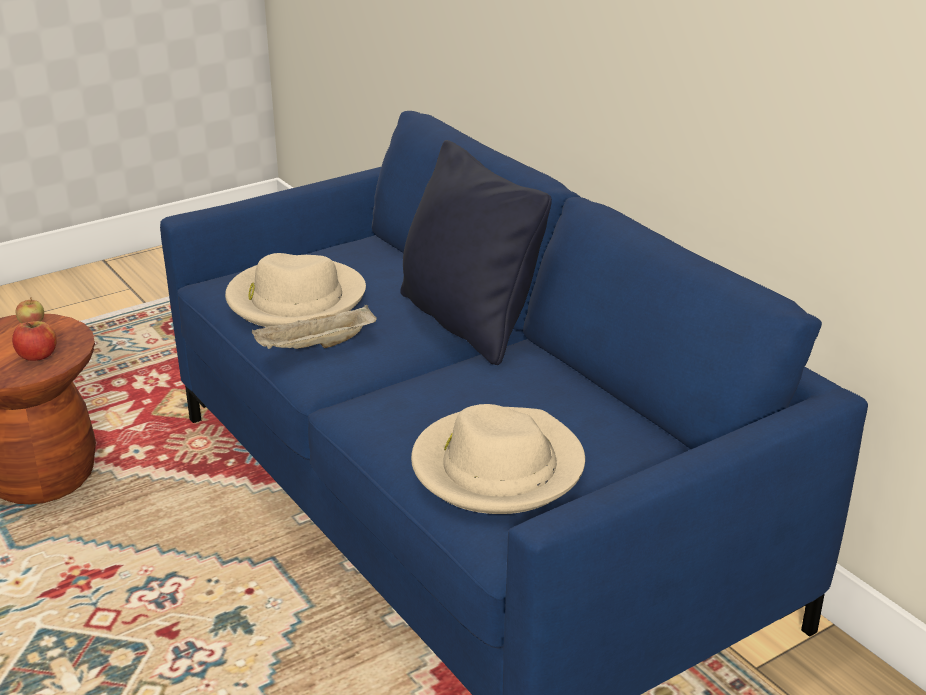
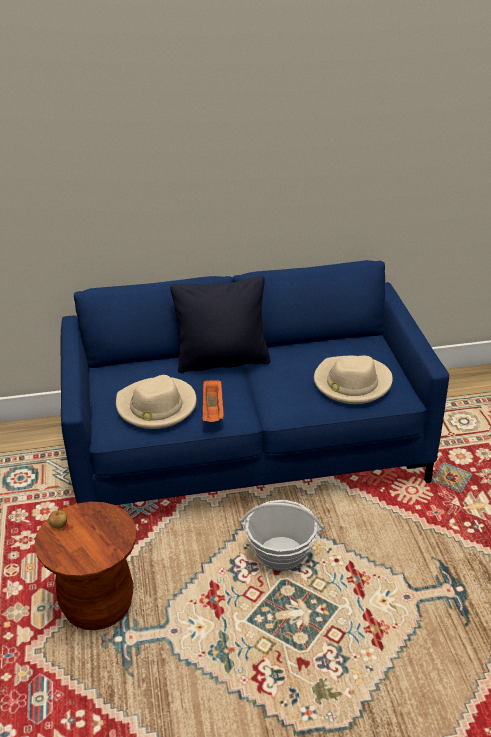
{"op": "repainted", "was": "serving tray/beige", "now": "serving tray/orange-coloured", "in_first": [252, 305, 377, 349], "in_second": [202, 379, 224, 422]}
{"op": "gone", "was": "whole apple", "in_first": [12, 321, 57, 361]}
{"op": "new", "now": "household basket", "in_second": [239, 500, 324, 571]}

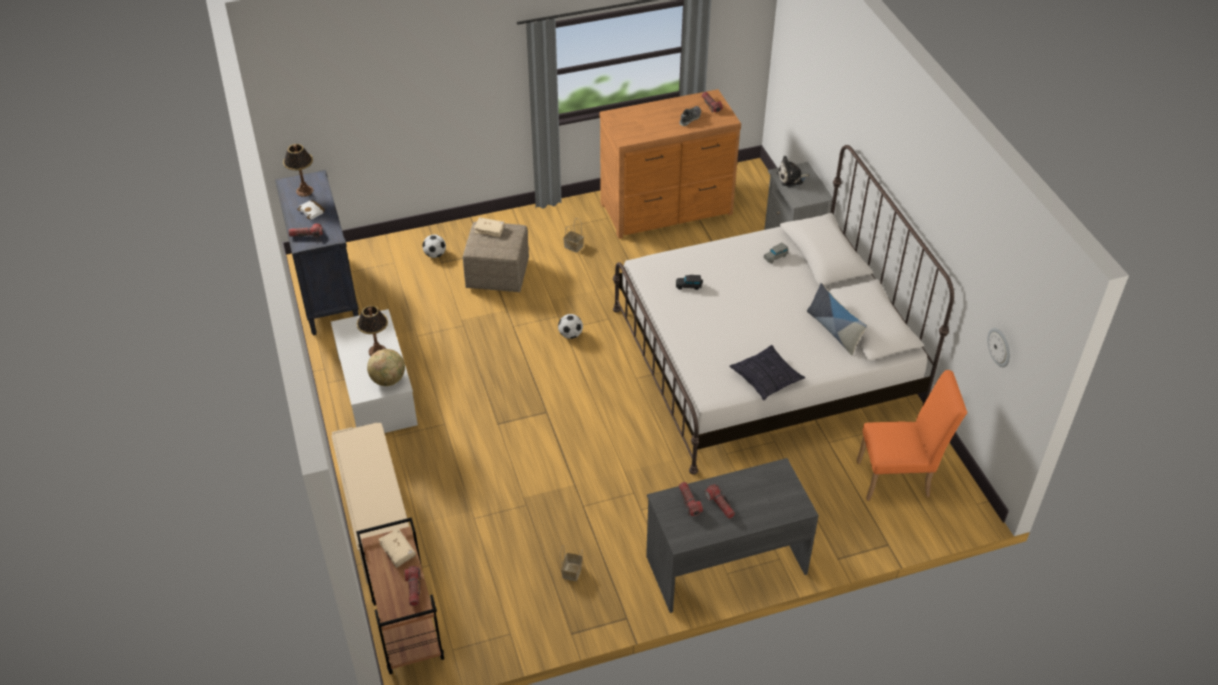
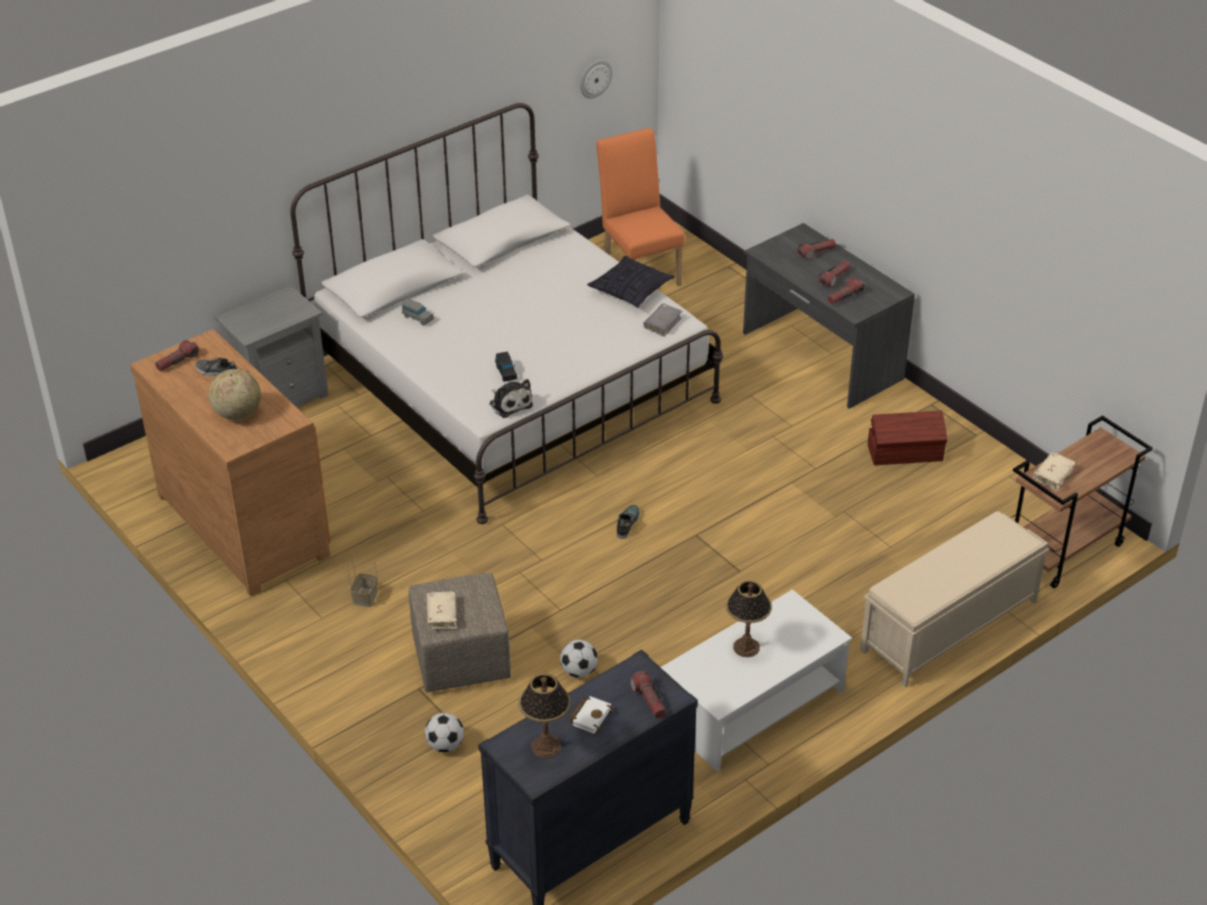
{"op": "shifted", "was": "cuddly toy", "in_first": [777, 156, 810, 187], "in_second": [489, 379, 533, 418]}
{"op": "gone", "was": "pillow", "in_first": [807, 283, 867, 355]}
{"op": "shifted", "was": "football ball", "in_first": [558, 314, 583, 339], "in_second": [560, 640, 598, 677]}
{"op": "shifted", "was": "desk globe", "in_first": [367, 349, 405, 386], "in_second": [209, 369, 261, 420]}
{"op": "swapped", "was": "household basket", "now": "storage bin/brownish", "in_first": [560, 545, 583, 581], "in_second": [868, 411, 948, 465]}
{"op": "shifted", "was": "hand torch", "in_first": [404, 566, 421, 606], "in_second": [797, 239, 836, 260]}
{"op": "new", "now": "bound book/gray", "in_second": [643, 304, 683, 337]}
{"op": "new", "now": "shoe", "in_second": [617, 505, 640, 539]}

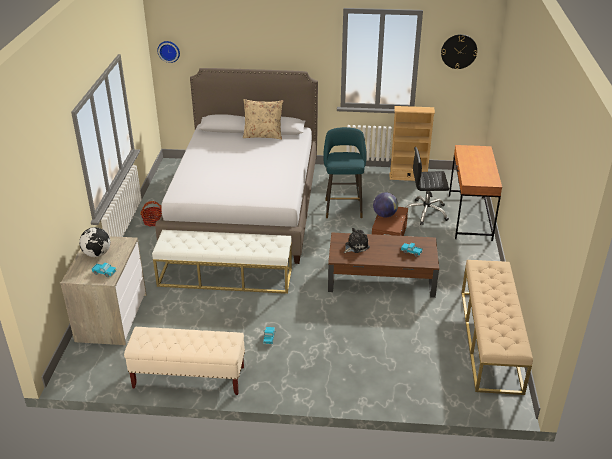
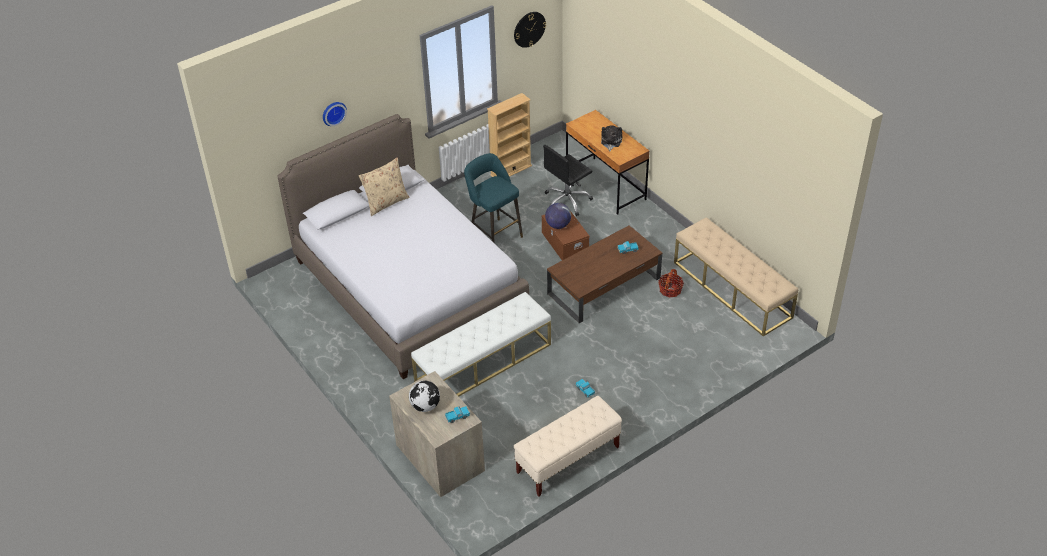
{"op": "shifted", "was": "wall clock", "in_first": [157, 41, 180, 63], "in_second": [323, 102, 347, 126]}
{"op": "shifted", "was": "household basket", "in_first": [140, 201, 162, 226], "in_second": [658, 269, 684, 298]}
{"op": "shifted", "was": "cuddly toy", "in_first": [344, 228, 370, 253], "in_second": [601, 125, 622, 151]}

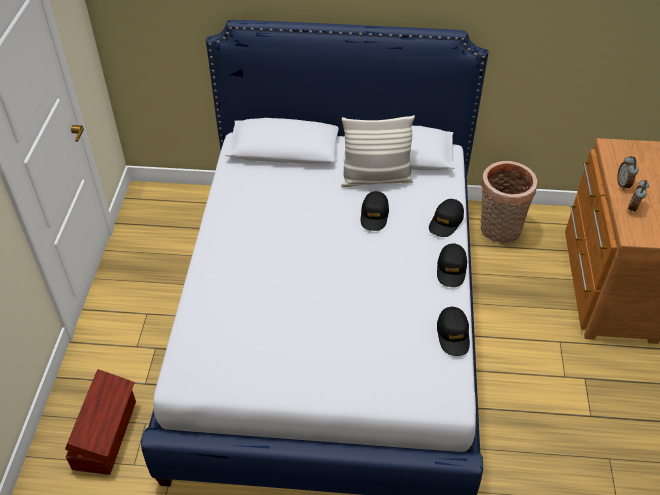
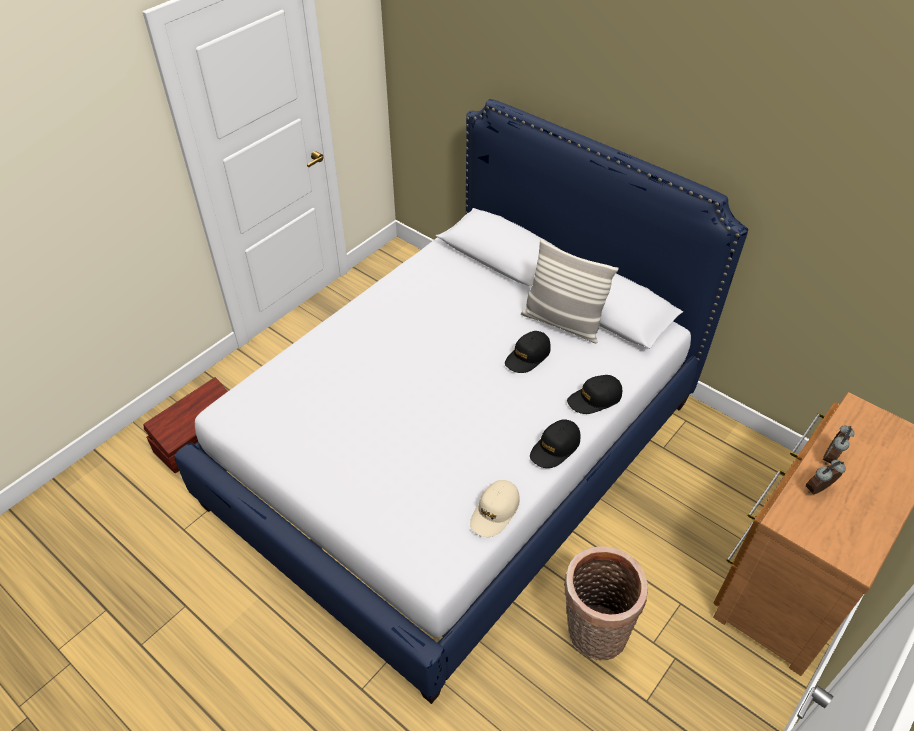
{"op": "shifted", "was": "household basket", "in_first": [480, 161, 537, 244], "in_second": [564, 546, 648, 661]}
{"op": "repainted", "was": "baseball cap/black-coloured", "now": "baseball cap/beige", "in_first": [437, 306, 470, 356], "in_second": [470, 480, 520, 537]}

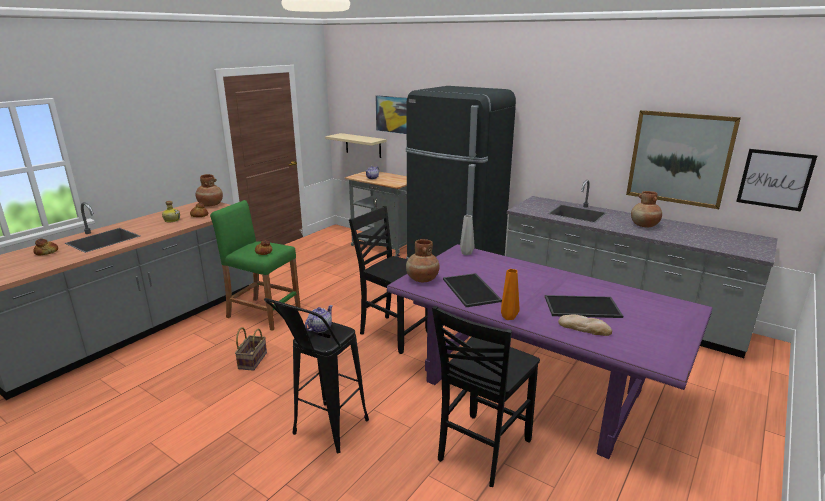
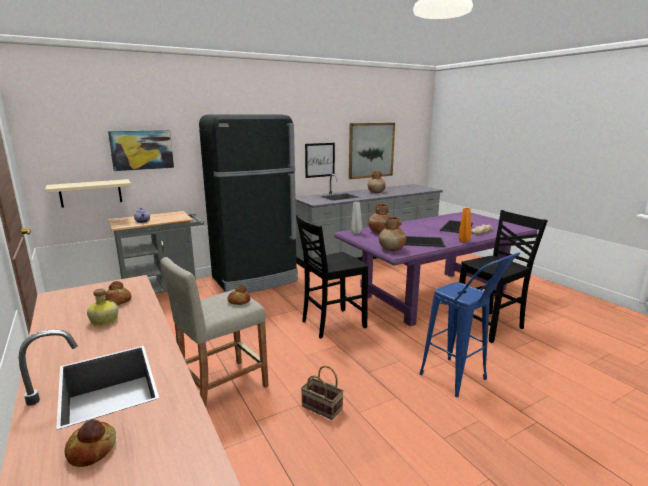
{"op": "shifted", "was": "picture", "in_first": [736, 149, 817, 212], "in_second": [305, 143, 335, 178]}
{"op": "shifted", "was": "vase/brownish", "in_first": [196, 174, 223, 207], "in_second": [368, 204, 390, 234]}
{"op": "repainted", "was": "stool seat/green-coloured", "now": "stool seat/beige", "in_first": [210, 200, 301, 331], "in_second": [161, 257, 268, 407]}
{"op": "repainted", "was": "stool seat/black-coloured", "now": "stool seat/bluish", "in_first": [264, 298, 369, 453], "in_second": [419, 252, 520, 398]}
{"op": "gone", "was": "tea pot", "in_first": [305, 305, 333, 333]}
{"op": "rotated", "was": "plain chair/black-coloured", "in_first": [432, 306, 540, 487], "in_second": [459, 210, 548, 343], "clockwise": -90}

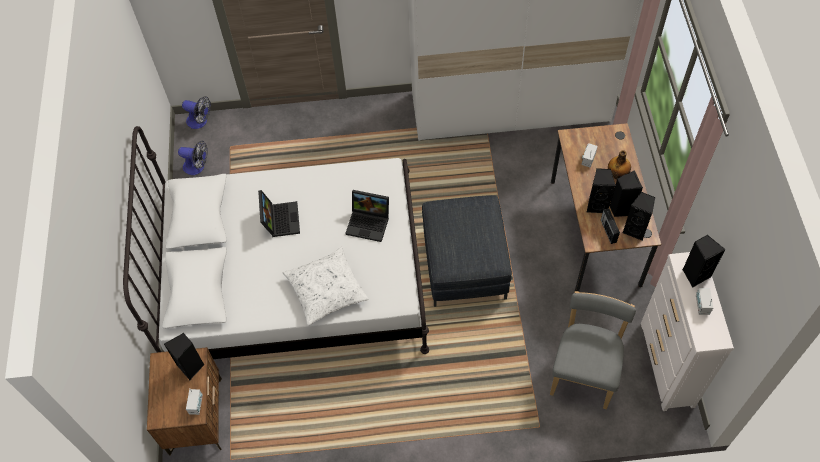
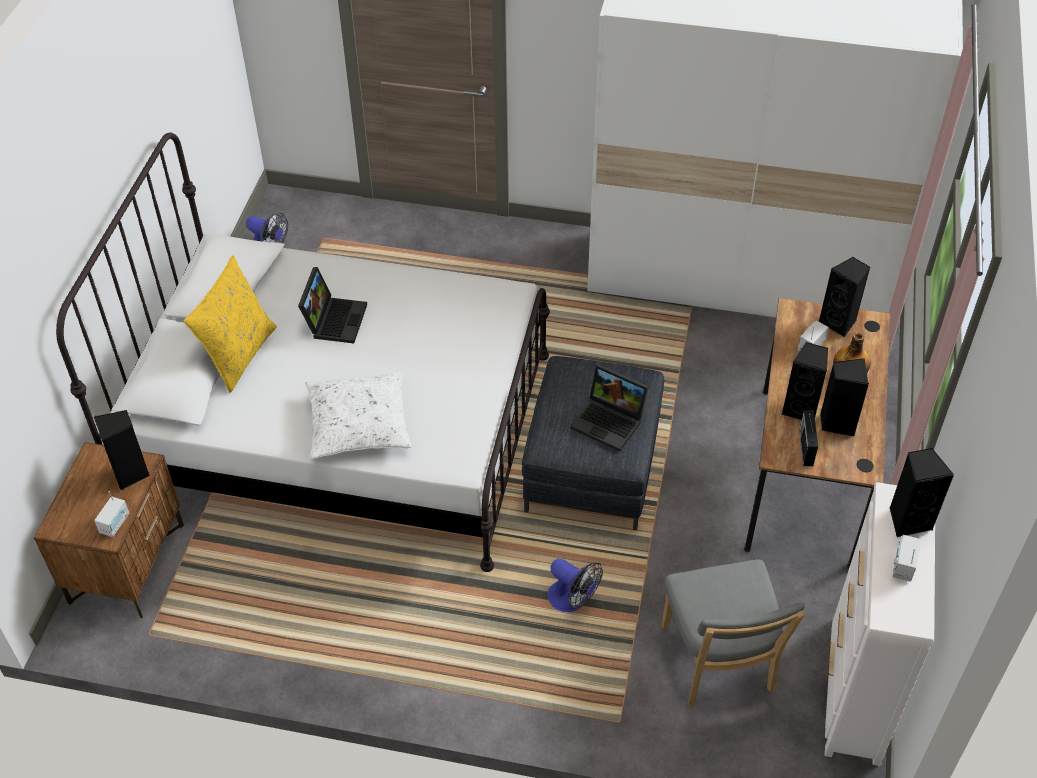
{"op": "shifted", "was": "cooling fan", "in_first": [182, 96, 211, 129], "in_second": [547, 559, 603, 612]}
{"op": "shifted", "was": "portable computer", "in_first": [345, 190, 389, 242], "in_second": [570, 364, 649, 451]}
{"op": "shifted", "was": "loudspeaker/black-coloured", "in_first": [622, 192, 655, 241], "in_second": [819, 257, 870, 337]}
{"op": "rotated", "was": "plain chair/gray", "in_first": [550, 291, 636, 409], "in_second": [662, 560, 805, 707], "clockwise": 135}
{"op": "new", "now": "pillow/yellow", "in_second": [184, 255, 277, 393]}

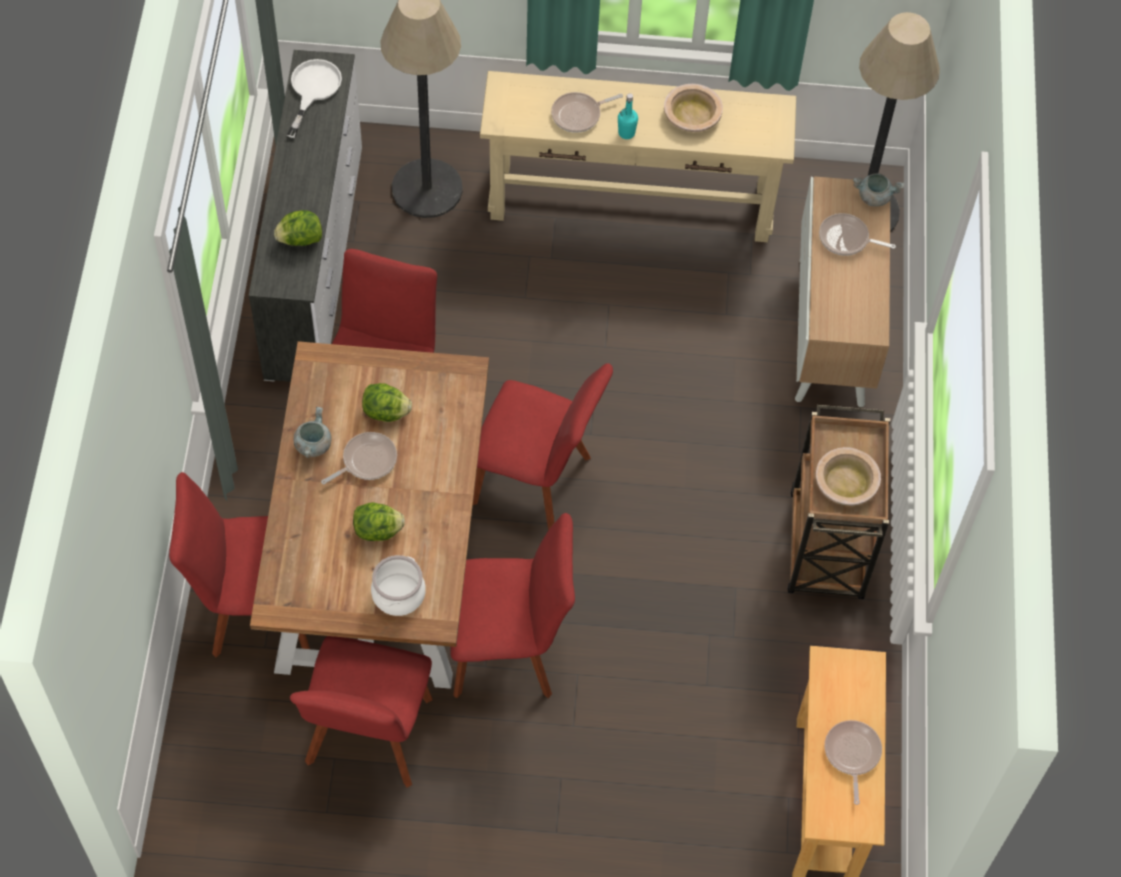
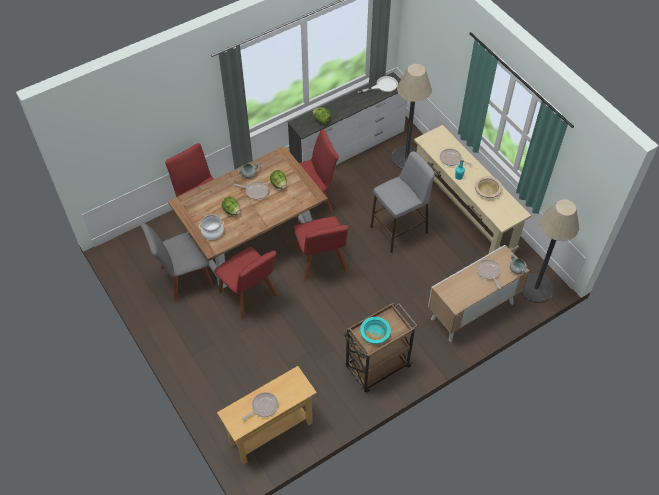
{"op": "repainted", "was": "deep dish/beige", "now": "deep dish/blue-green", "in_first": [815, 447, 881, 506], "in_second": [360, 317, 391, 344]}
{"op": "repainted", "was": "plain chair/red", "now": "plain chair/gray", "in_first": [290, 636, 433, 787], "in_second": [140, 222, 213, 302]}
{"op": "new", "now": "stool seat/gray", "in_second": [371, 151, 435, 253]}

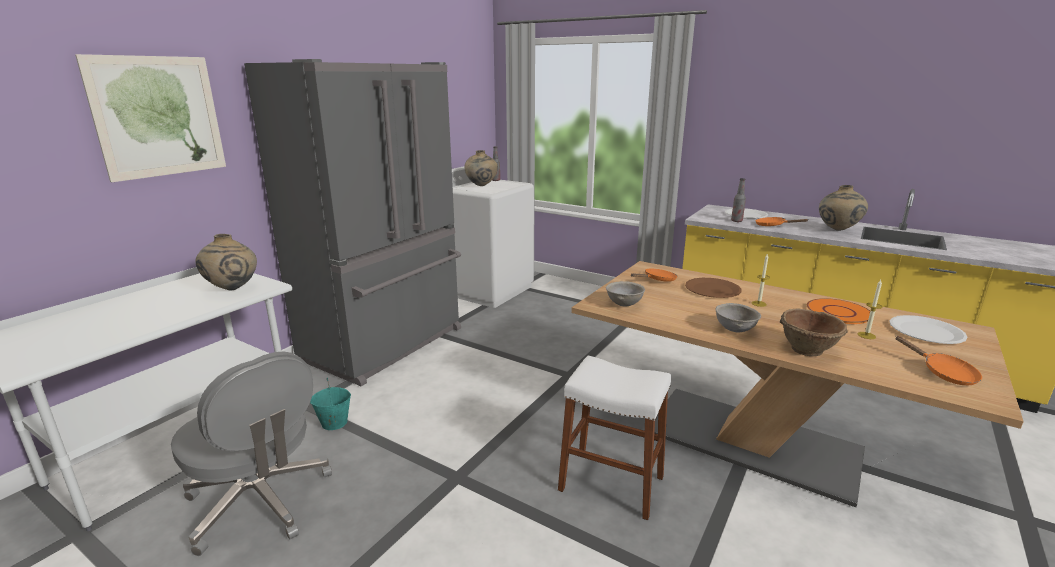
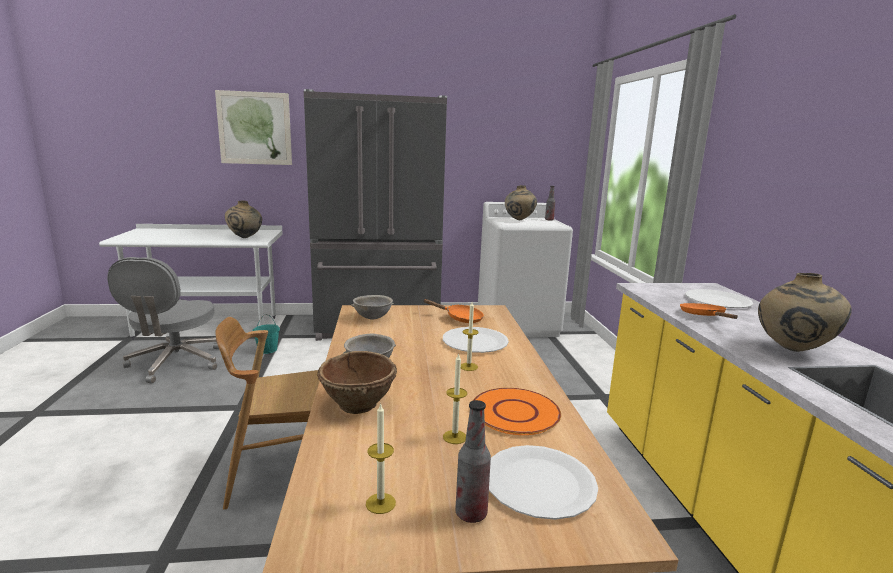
{"op": "shifted", "was": "beverage bottle", "in_first": [731, 178, 746, 222], "in_second": [455, 400, 491, 523]}
{"op": "repainted", "was": "flat dish/brownish", "now": "flat dish/white-coloured", "in_first": [685, 278, 741, 298], "in_second": [443, 327, 509, 353]}
{"op": "swapped", "was": "frying pan/orange-coloured", "now": "wax light", "in_first": [895, 336, 982, 385], "in_second": [366, 403, 396, 514]}
{"op": "swapped", "was": "stool seat/white-coloured", "now": "plain chair/brownish", "in_first": [558, 356, 671, 521], "in_second": [215, 317, 319, 510]}

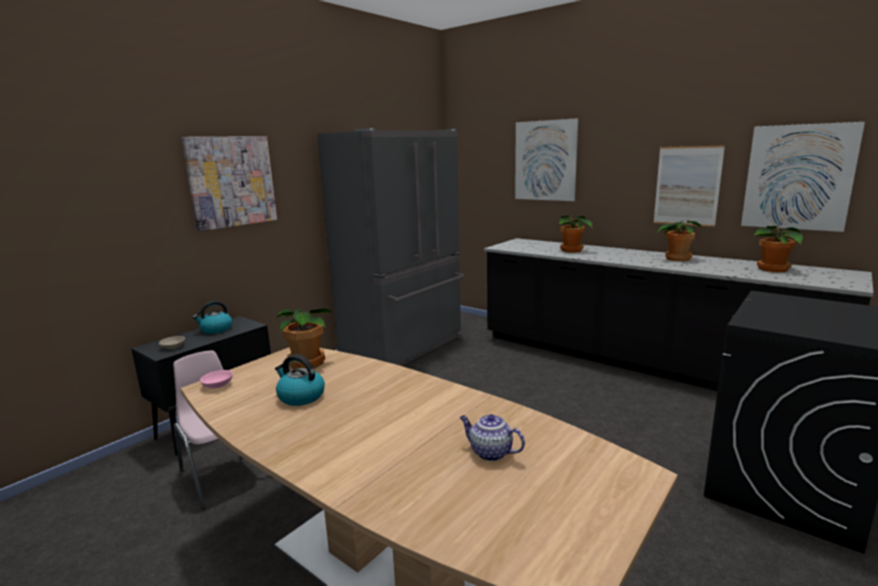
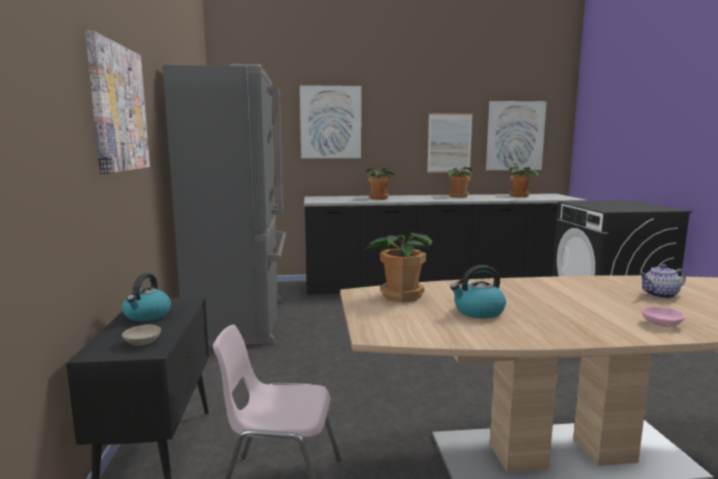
{"op": "shifted", "was": "deep dish/pink-coloured", "in_first": [200, 370, 233, 389], "in_second": [641, 307, 685, 327]}

